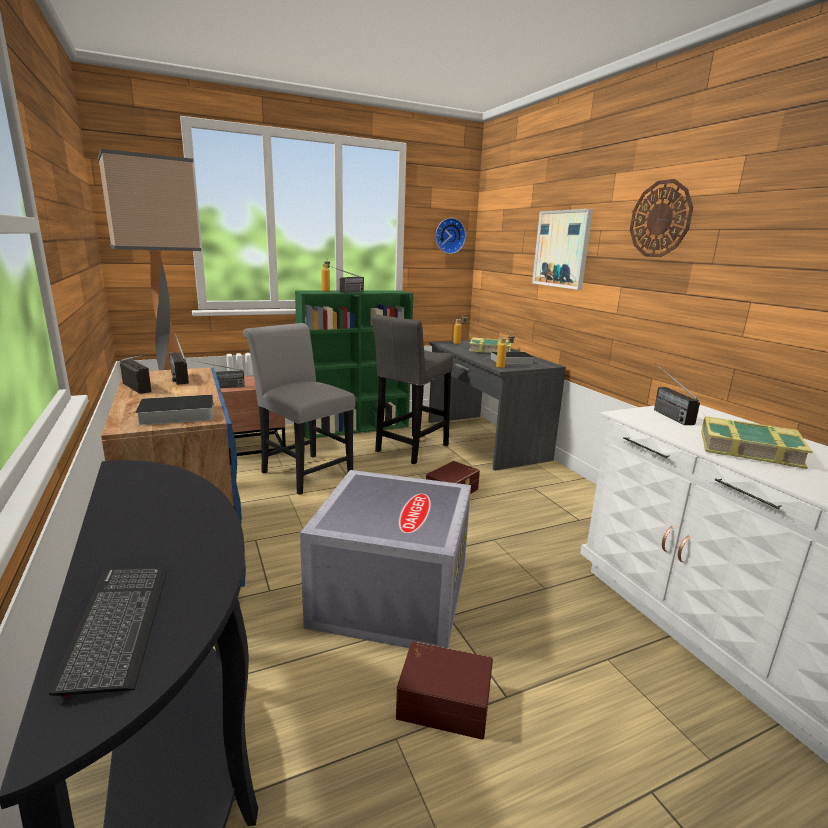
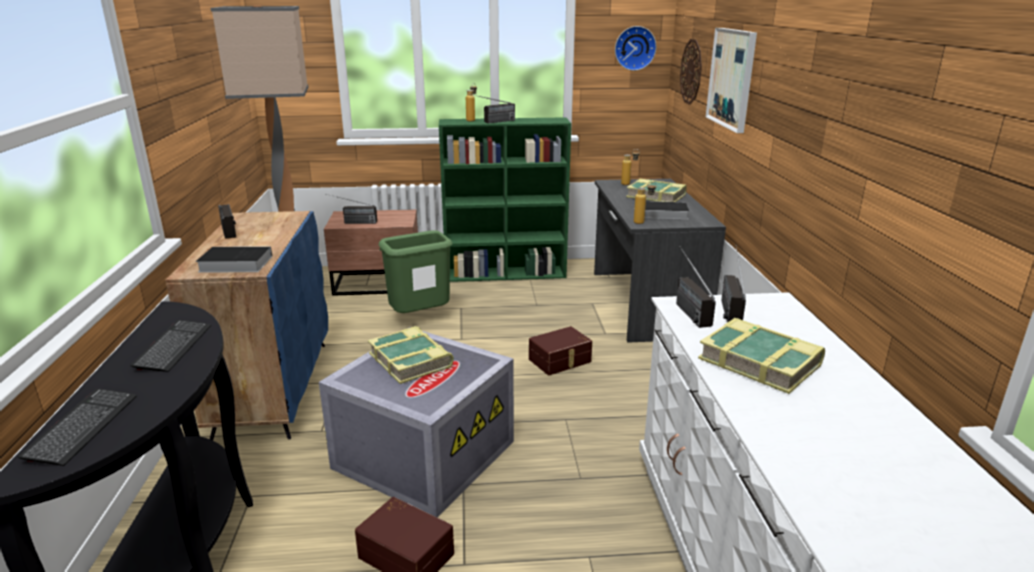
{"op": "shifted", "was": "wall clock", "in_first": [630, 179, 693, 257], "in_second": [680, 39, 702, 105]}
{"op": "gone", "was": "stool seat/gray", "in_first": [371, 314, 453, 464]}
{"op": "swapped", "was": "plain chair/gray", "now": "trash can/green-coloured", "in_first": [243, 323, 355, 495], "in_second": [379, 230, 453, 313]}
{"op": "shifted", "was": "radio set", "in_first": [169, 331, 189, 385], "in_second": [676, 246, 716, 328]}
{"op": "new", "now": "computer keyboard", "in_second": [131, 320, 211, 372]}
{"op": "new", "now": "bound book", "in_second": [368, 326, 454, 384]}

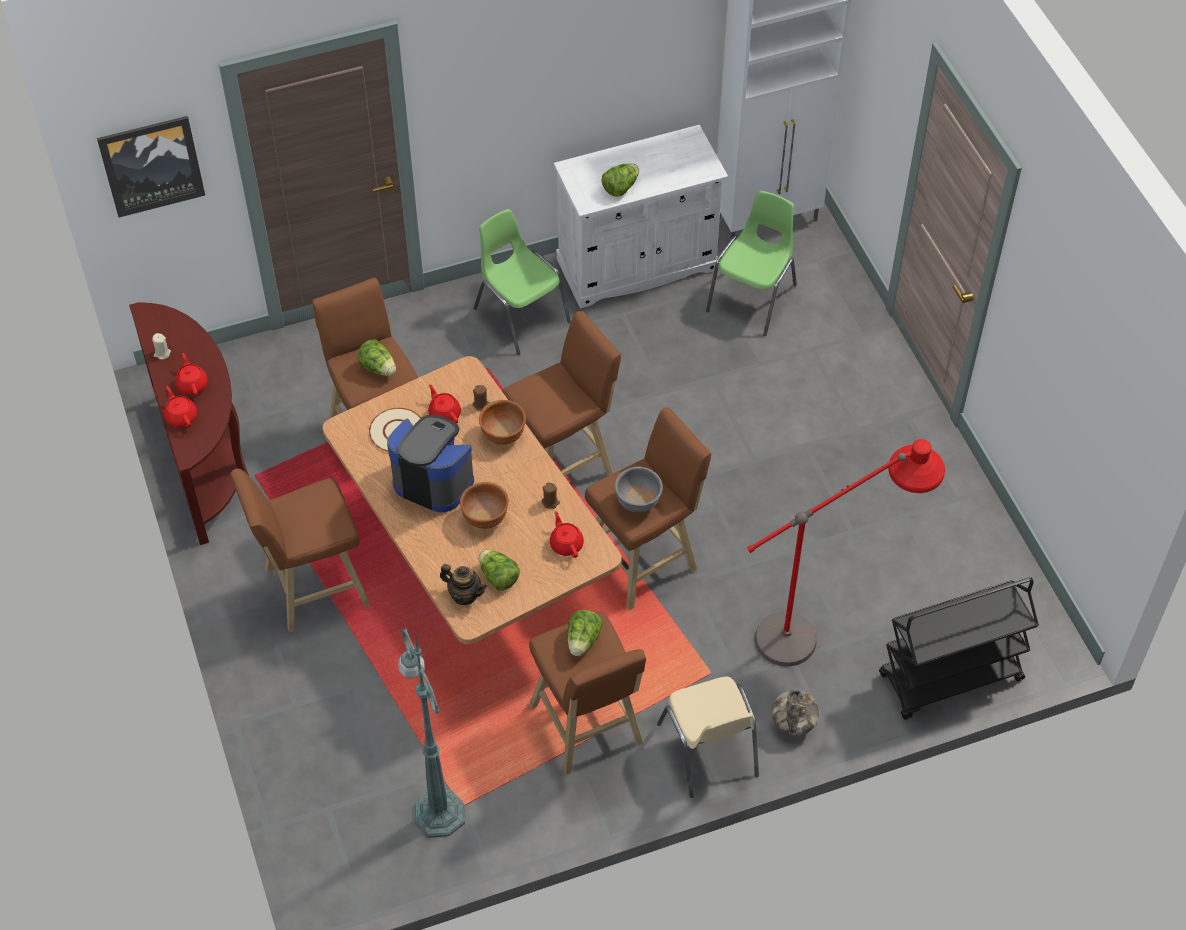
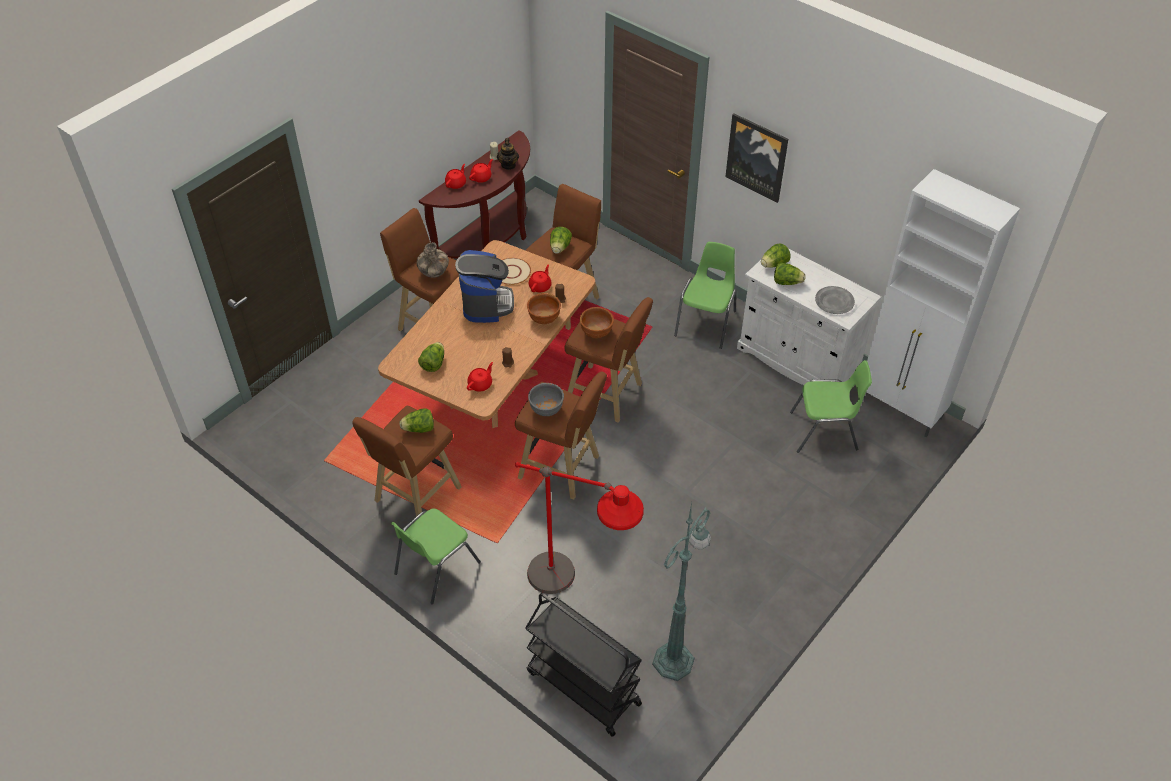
{"op": "shifted", "was": "picture", "in_first": [97, 116, 205, 217], "in_second": [725, 113, 788, 203]}
{"op": "shifted", "was": "deep dish/brownish", "in_first": [460, 482, 509, 529], "in_second": [580, 307, 614, 338]}
{"op": "shifted", "was": "tea pot", "in_first": [440, 564, 487, 605], "in_second": [497, 138, 519, 170]}
{"op": "shifted", "was": "standing lamp/green-coloured", "in_first": [398, 628, 465, 838], "in_second": [652, 502, 711, 681]}
{"op": "repainted", "was": "plain chair/beige", "now": "plain chair/green-coloured", "in_first": [657, 677, 759, 798], "in_second": [391, 508, 481, 604]}
{"op": "shifted", "was": "vase", "in_first": [772, 689, 819, 735], "in_second": [417, 242, 449, 278]}
{"op": "new", "now": "head of lettuce", "in_second": [761, 243, 791, 268]}
{"op": "new", "now": "flat dish/gray", "in_second": [815, 286, 855, 314]}

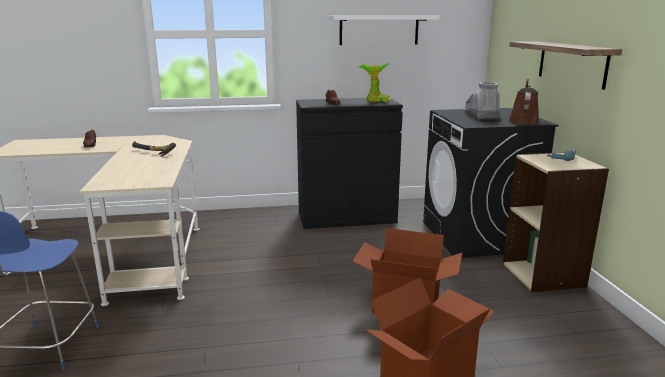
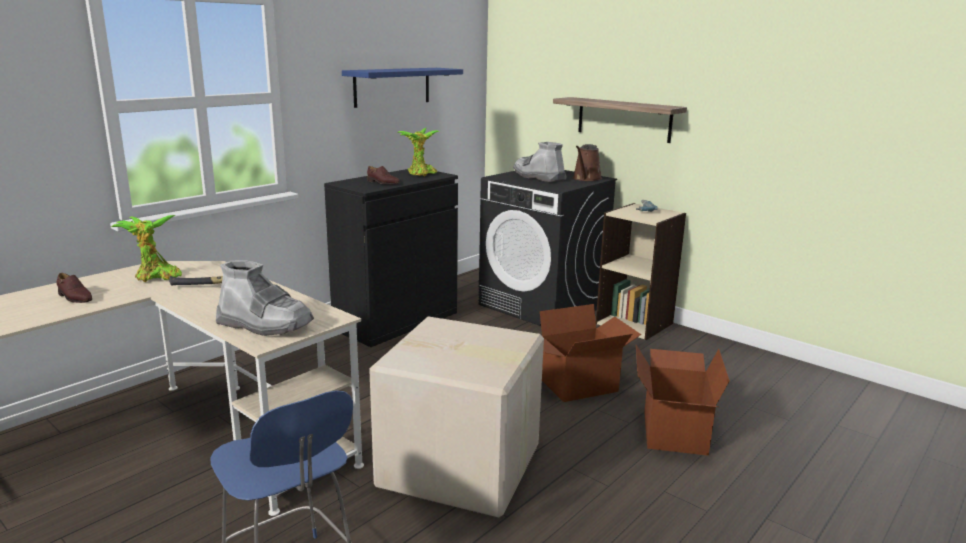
{"op": "repainted", "was": "bracket shelf/white-coloured", "now": "bracket shelf/bluish", "in_first": [329, 15, 440, 45], "in_second": [342, 68, 463, 108]}
{"op": "rotated", "was": "watering can/brownish", "in_first": [508, 79, 539, 125], "in_second": [573, 144, 602, 181], "clockwise": -135}
{"op": "new", "now": "houseplant", "in_second": [111, 215, 182, 282]}
{"op": "new", "now": "tall boot/gray", "in_second": [216, 261, 314, 336]}
{"op": "new", "now": "carton", "in_second": [369, 316, 544, 517]}

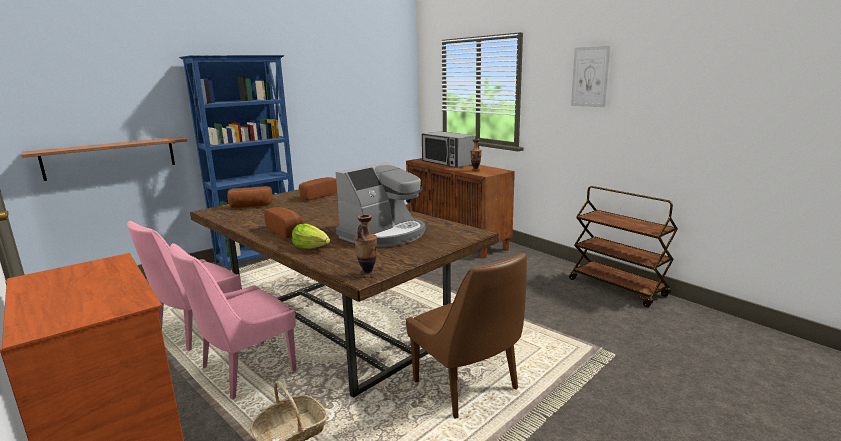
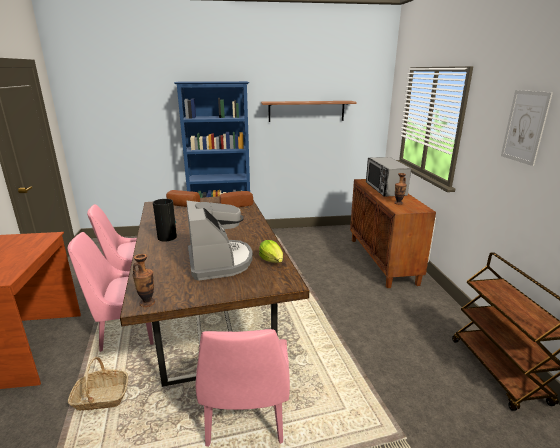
{"op": "shifted", "was": "bracket shelf", "in_first": [21, 137, 187, 181], "in_second": [261, 101, 356, 122]}
{"op": "rotated", "was": "coffee brewer", "in_first": [335, 162, 425, 247], "in_second": [187, 201, 253, 281], "clockwise": -90}
{"op": "swapped", "was": "bakery bread", "now": "vase", "in_first": [264, 207, 303, 238], "in_second": [153, 199, 177, 242]}
{"op": "shifted", "was": "head of lettuce", "in_first": [292, 223, 330, 249], "in_second": [259, 240, 283, 263]}
{"op": "repainted", "was": "plain chair/brownish", "now": "plain chair/pink-coloured", "in_first": [406, 253, 527, 419], "in_second": [196, 329, 290, 447]}

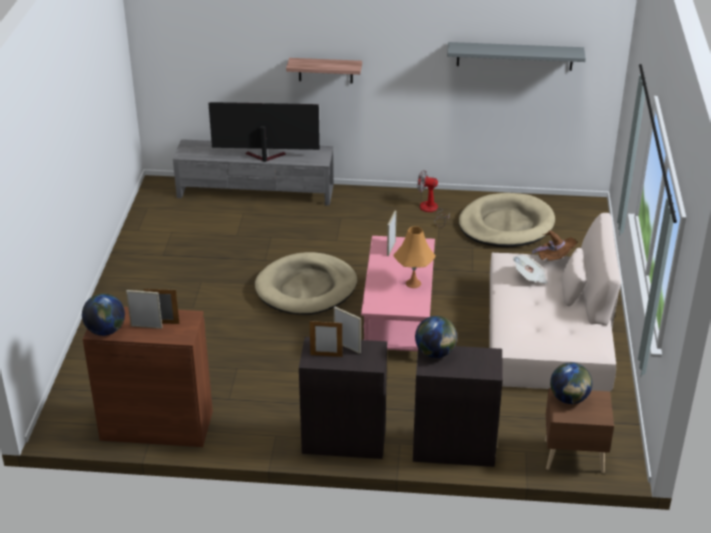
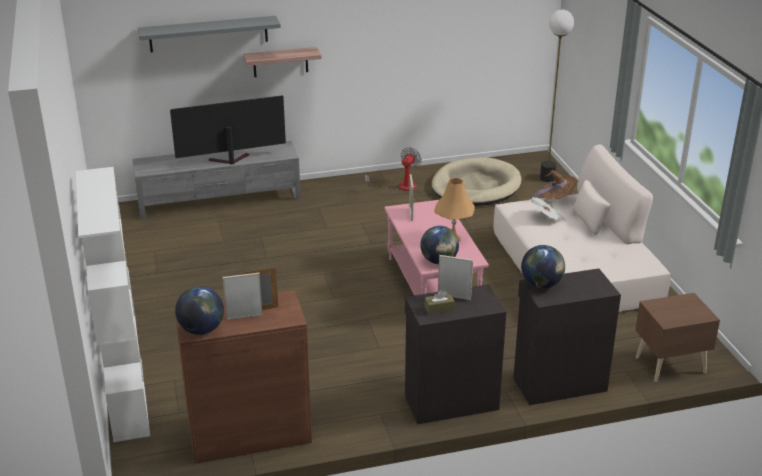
{"op": "shifted", "was": "bracket shelf/gray", "in_first": [447, 42, 586, 71], "in_second": [138, 16, 281, 52]}
{"op": "rotated", "was": "cooling fan", "in_first": [417, 170, 450, 227], "in_second": [365, 147, 422, 193], "clockwise": 120}
{"op": "gone", "was": "dog bed/beige", "in_first": [255, 252, 357, 315]}
{"op": "swapped", "was": "standing frame", "now": "box of tissues/brownish", "in_first": [310, 321, 342, 357], "in_second": [424, 290, 455, 315]}
{"op": "shifted", "was": "desk globe", "in_first": [550, 363, 592, 404], "in_second": [420, 226, 459, 264]}
{"op": "new", "now": "standing lamp", "in_second": [540, 9, 574, 182]}
{"op": "new", "now": "bookcase/white-coloured", "in_second": [76, 167, 150, 442]}

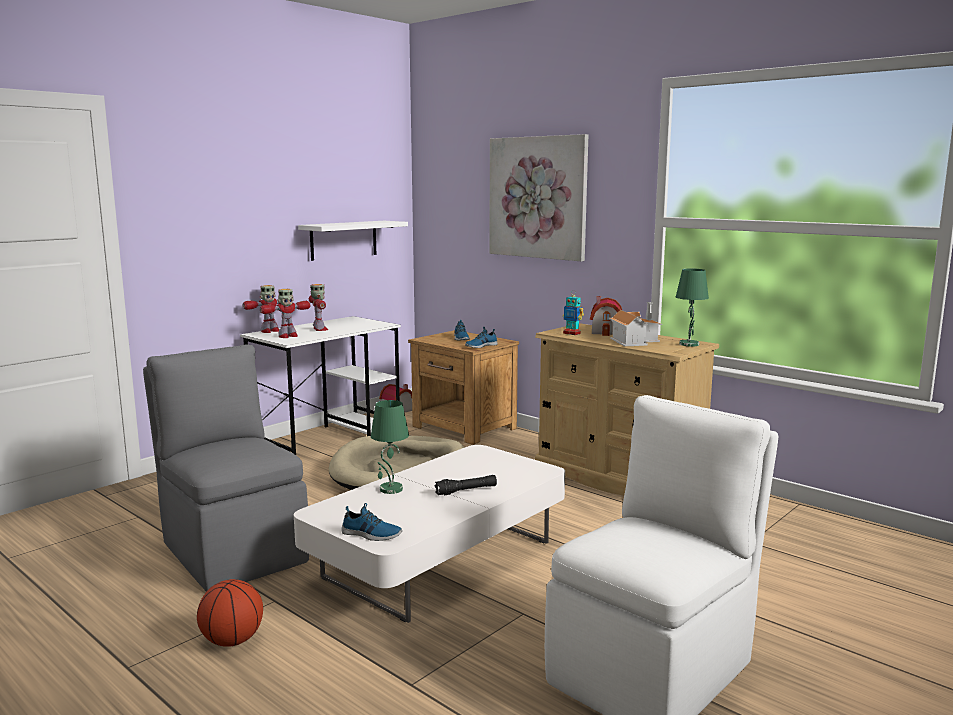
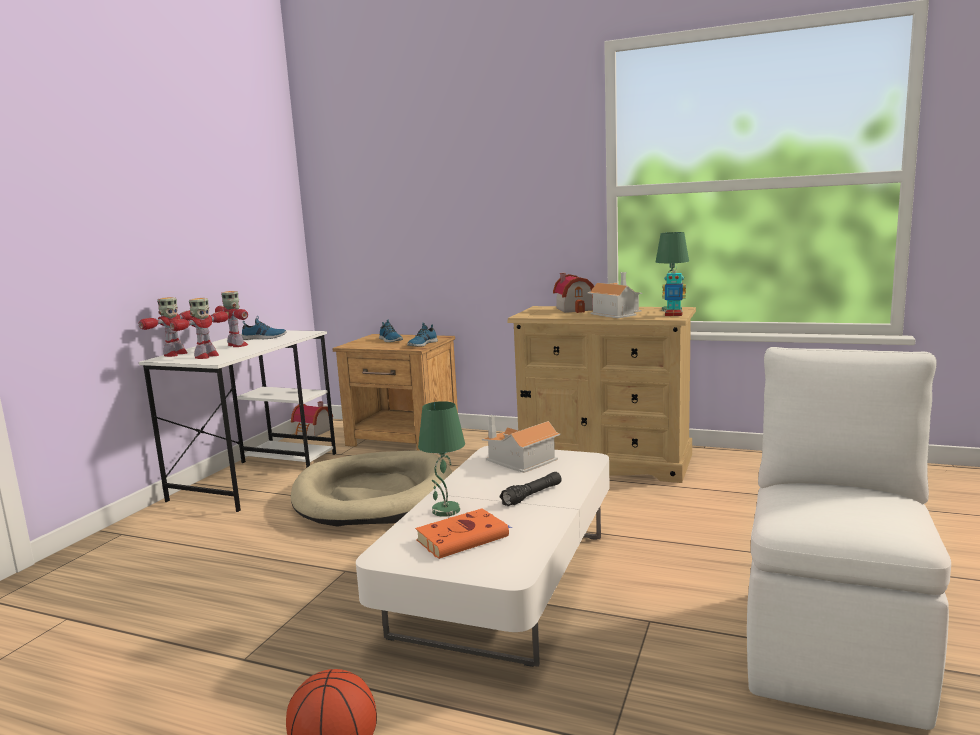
{"op": "gone", "was": "picture", "in_first": [489, 134, 588, 261]}
{"op": "gone", "was": "bracket shelf/white-coloured", "in_first": [298, 221, 408, 261]}
{"op": "shifted", "was": "toy robot", "in_first": [563, 290, 584, 335], "in_second": [662, 265, 686, 316]}
{"op": "gone", "was": "plain chair/gray", "in_first": [143, 344, 309, 592]}
{"op": "shifted", "was": "shoe", "in_first": [341, 503, 402, 541], "in_second": [241, 316, 286, 340]}
{"op": "new", "now": "model house", "in_second": [482, 415, 560, 473]}
{"op": "new", "now": "bound book/orange-coloured", "in_second": [415, 509, 512, 559]}

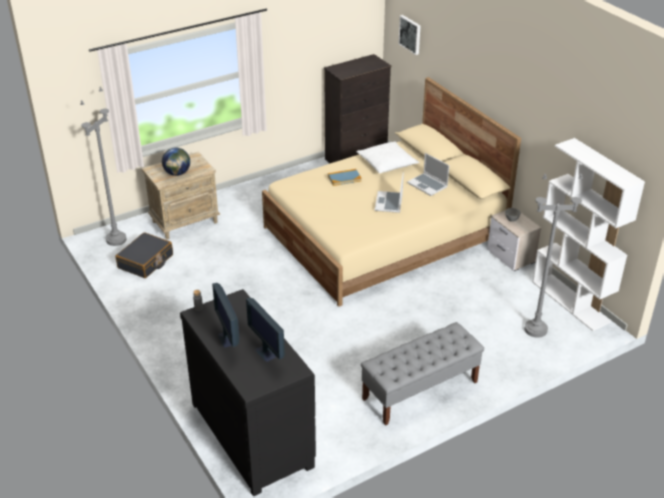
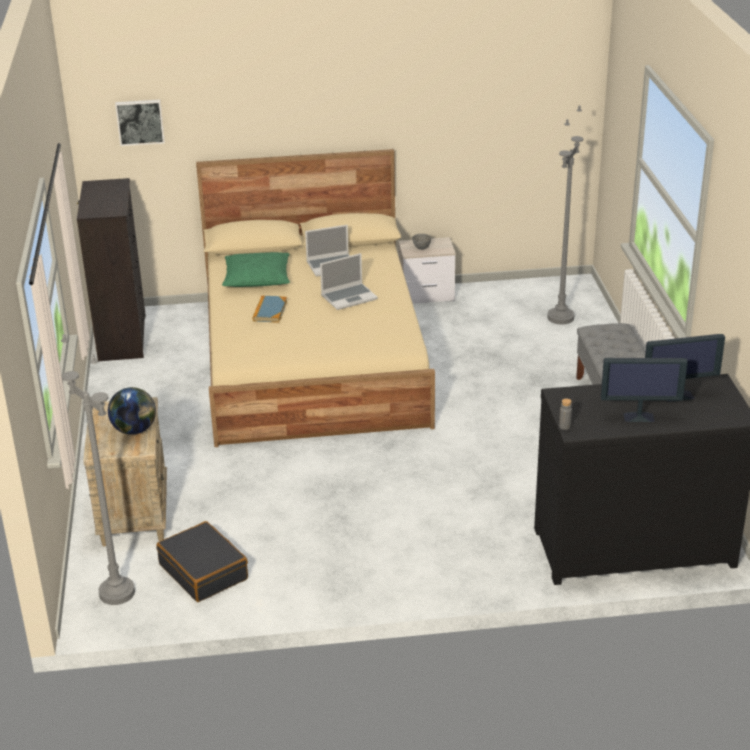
{"op": "gone", "was": "bookcase/white-coloured", "in_first": [532, 138, 645, 331]}
{"op": "repainted", "was": "pillow/white-coloured", "now": "pillow/green-coloured", "in_first": [356, 141, 419, 174], "in_second": [222, 252, 290, 287]}
{"op": "rotated", "was": "portable computer", "in_first": [375, 172, 404, 213], "in_second": [320, 253, 378, 310], "clockwise": -60}

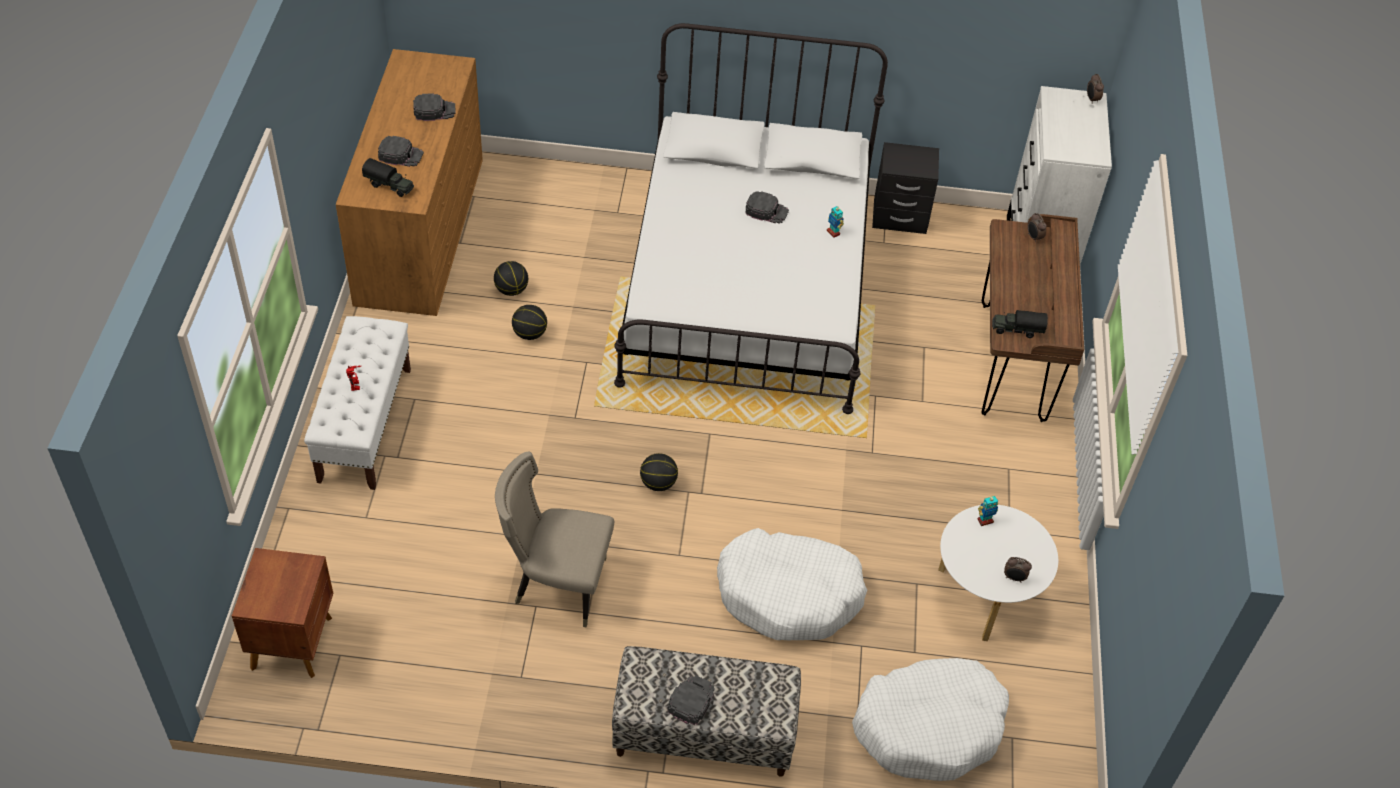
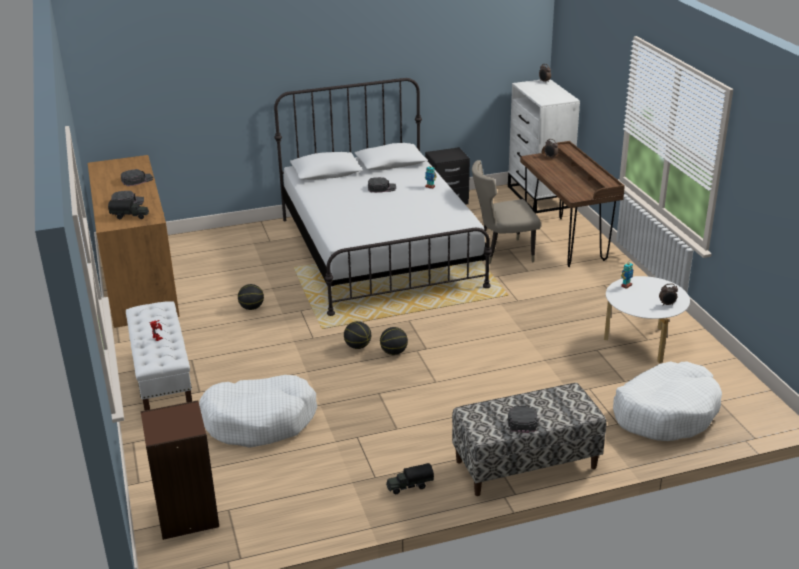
{"op": "shifted", "was": "basketball", "in_first": [494, 261, 528, 296], "in_second": [344, 321, 371, 349]}
{"op": "shifted", "was": "toy lorry", "in_first": [992, 310, 1048, 338], "in_second": [386, 463, 434, 494]}
{"op": "shifted", "was": "plain chair/beige", "in_first": [495, 452, 614, 627], "in_second": [472, 160, 541, 264]}
{"op": "shifted", "was": "dog bed/white-coloured", "in_first": [717, 528, 867, 640], "in_second": [199, 375, 317, 448]}
{"op": "swapped", "was": "nightstand/brownish", "now": "bookcase/brownish", "in_first": [232, 548, 333, 678], "in_second": [140, 401, 219, 540]}

